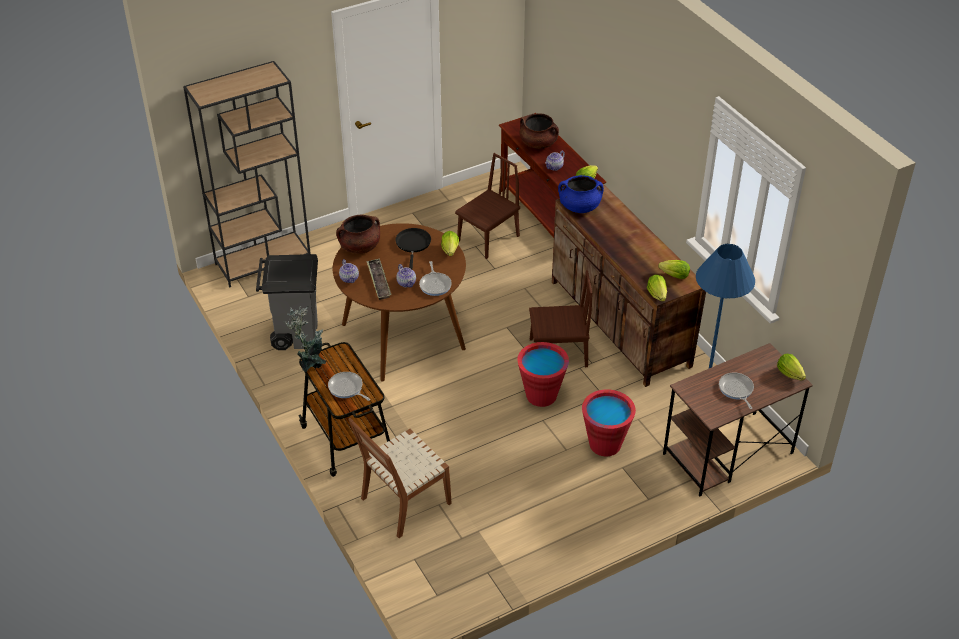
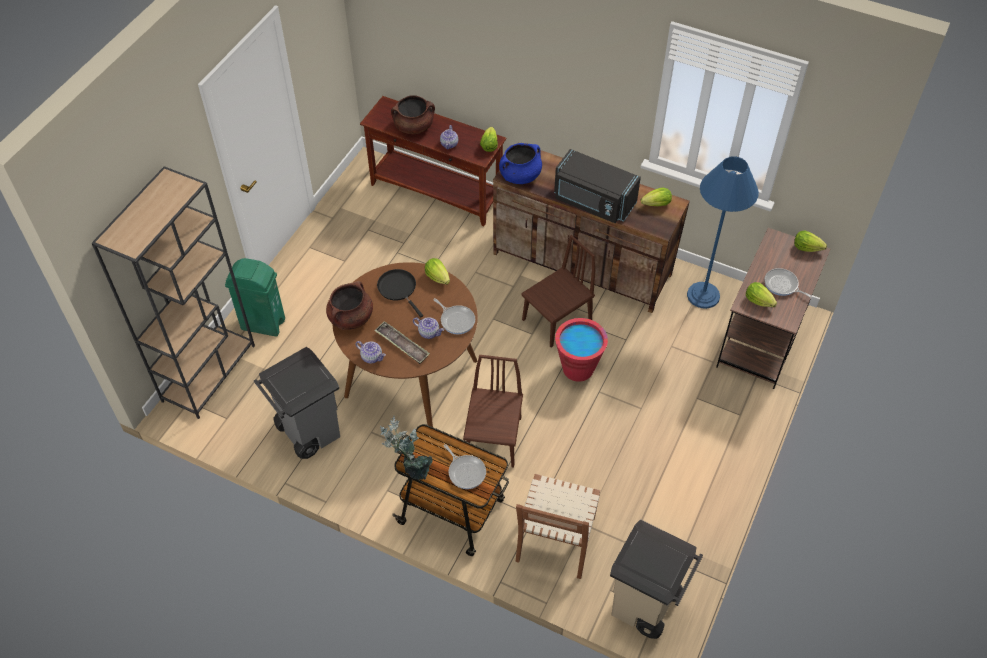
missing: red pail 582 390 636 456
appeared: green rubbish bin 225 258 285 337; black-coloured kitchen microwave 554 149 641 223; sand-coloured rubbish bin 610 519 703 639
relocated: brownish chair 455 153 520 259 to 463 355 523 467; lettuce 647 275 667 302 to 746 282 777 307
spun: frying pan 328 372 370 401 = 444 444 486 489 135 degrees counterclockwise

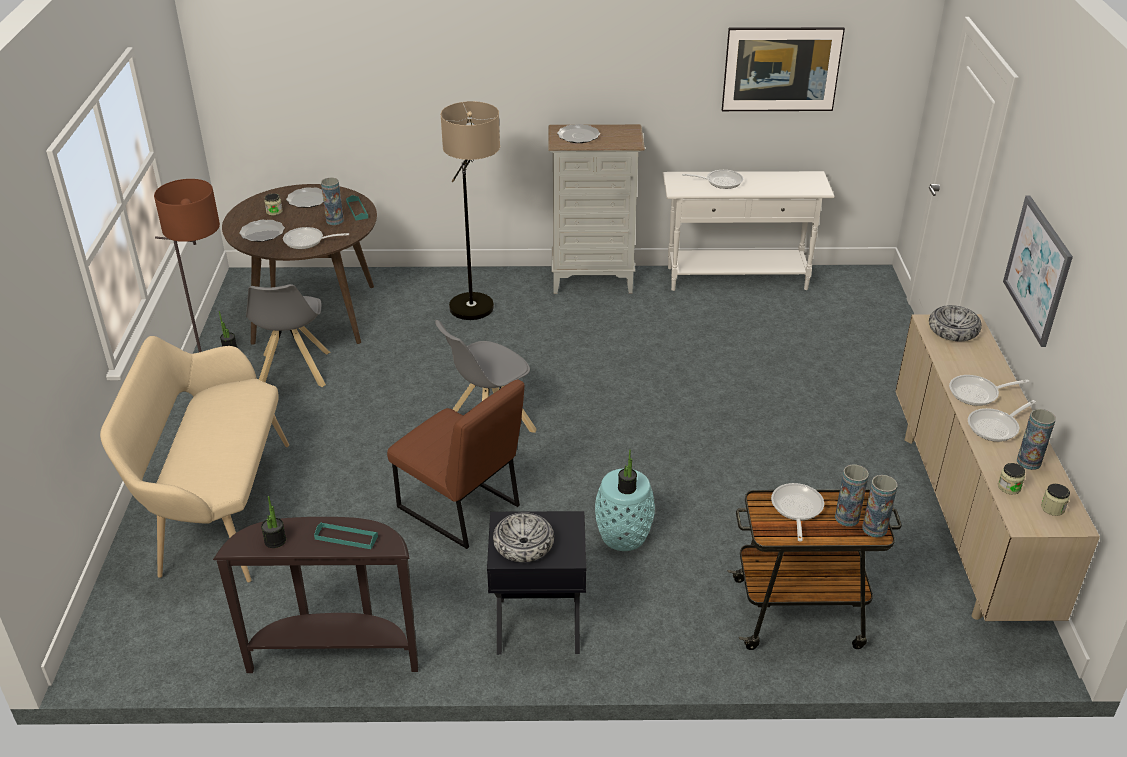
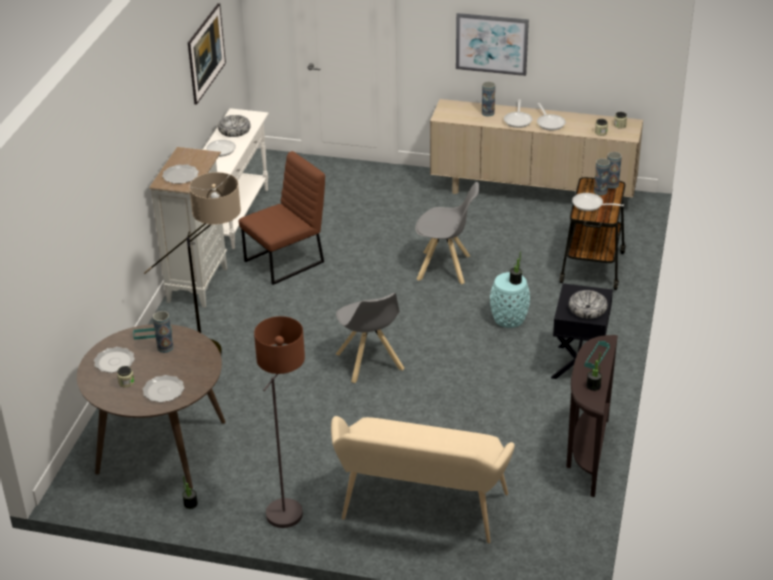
missing: frying pan 283 227 349 249
relocated: gray chair 246 284 330 387 to 415 182 479 285; brownish chair 387 379 524 549 to 239 151 325 285; serving bowl 929 305 982 341 to 218 115 251 137; vase 1017 409 1056 470 to 482 82 495 117

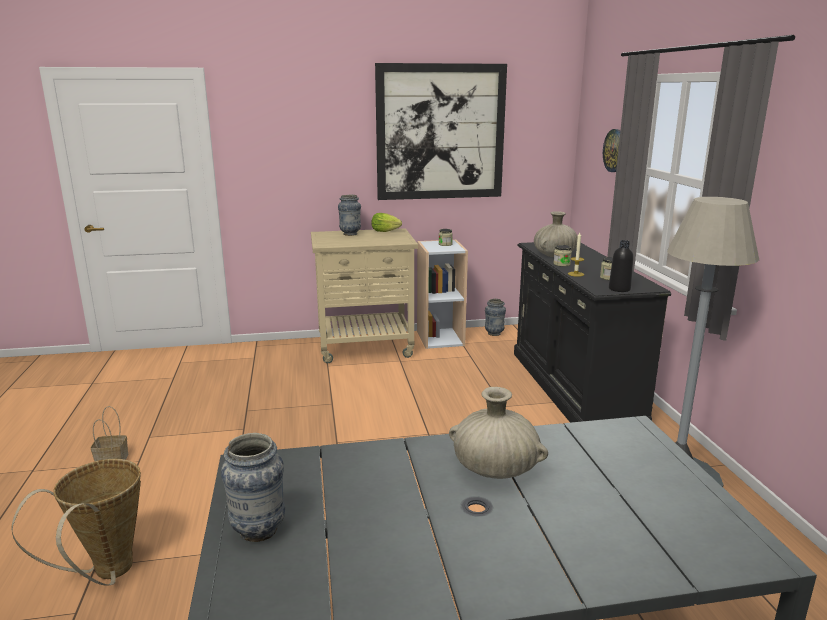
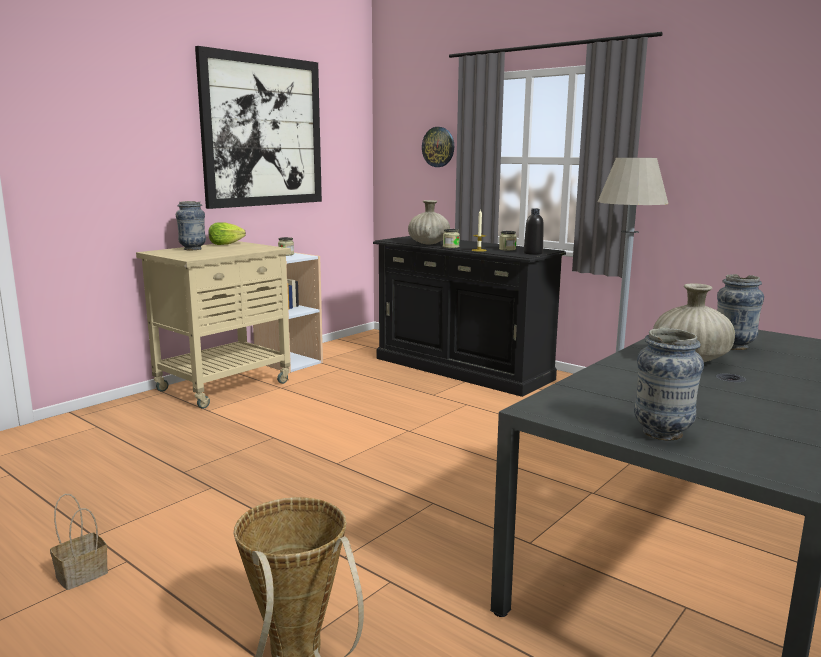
relocated: vase 485 299 506 336 to 717 274 764 350

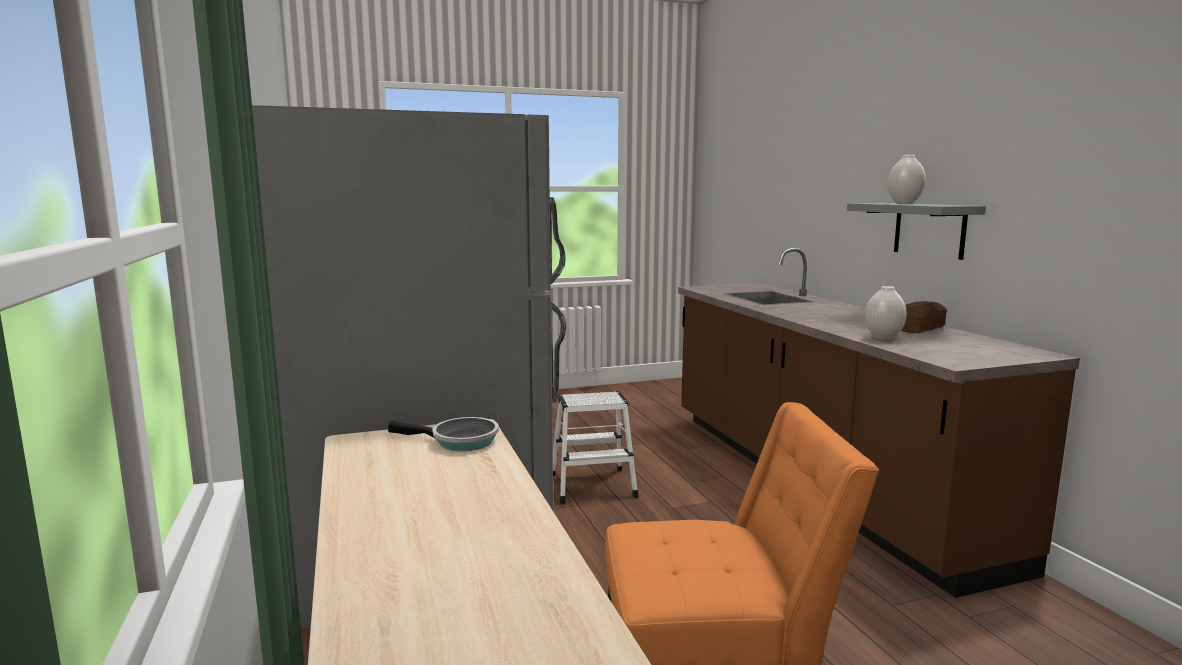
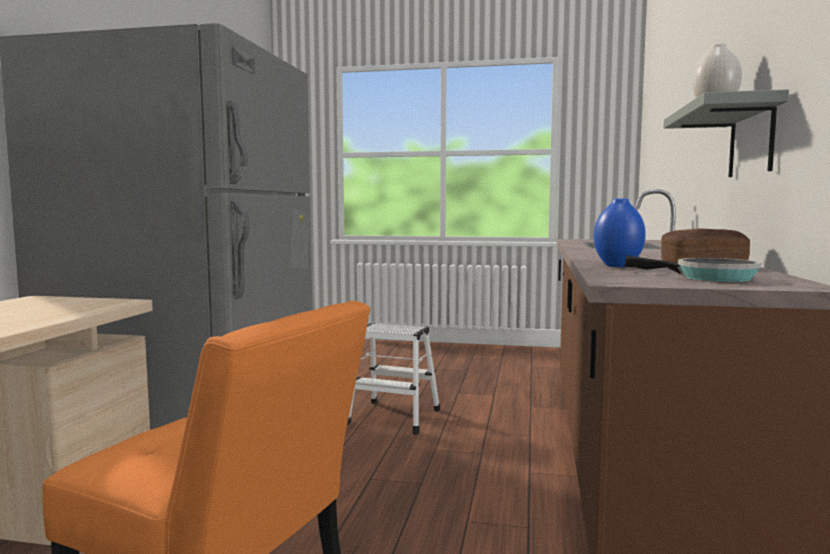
relocated: frying pan 388 417 499 451 to 625 255 761 282
colour: white vase 865 286 907 340 to bluish vase 594 199 646 267

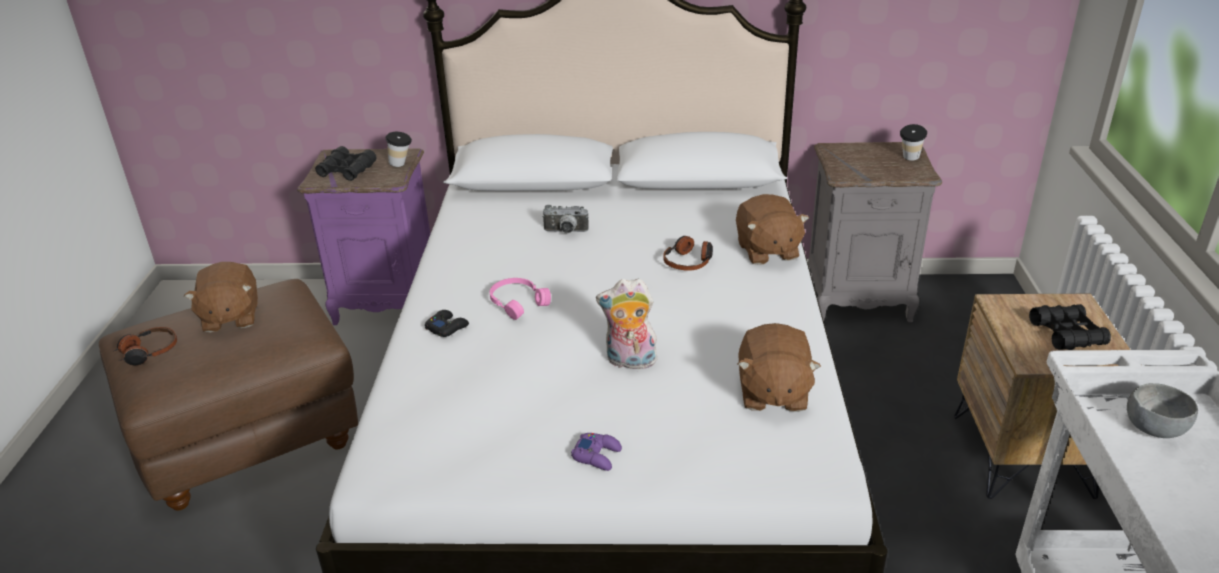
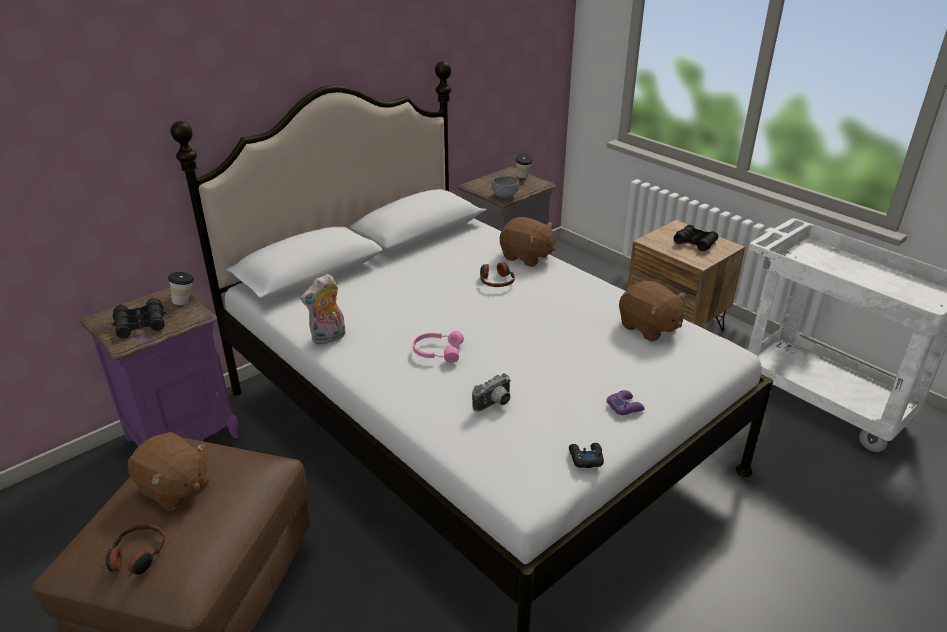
relocated: black-coloured joypad 425 310 469 337 to 569 443 604 468; photo camera 542 205 589 233 to 472 373 511 412; cuddly toy 596 278 657 369 to 300 274 345 344; gray serving bowl 1127 383 1198 438 to 492 176 519 198

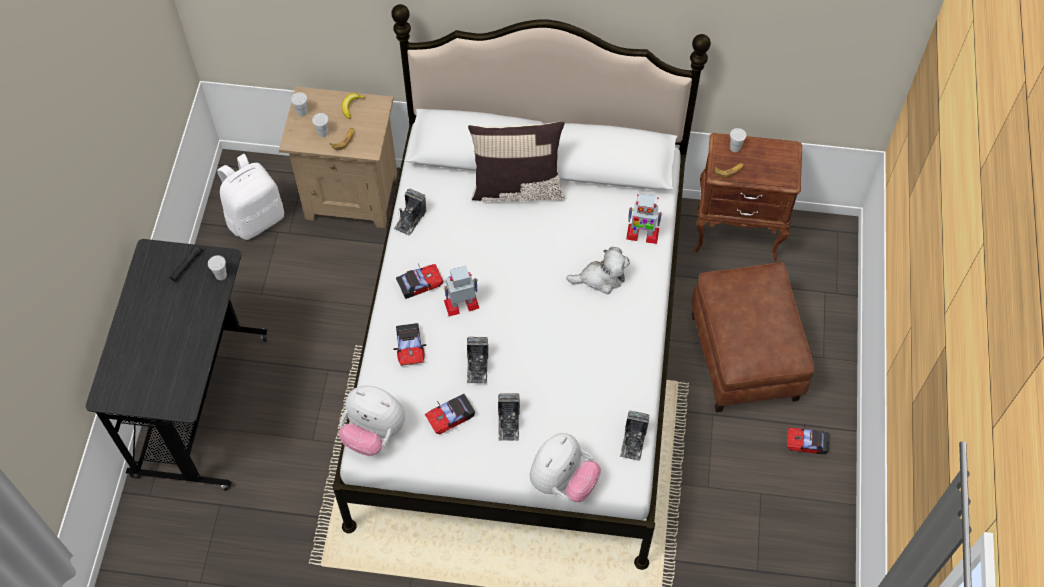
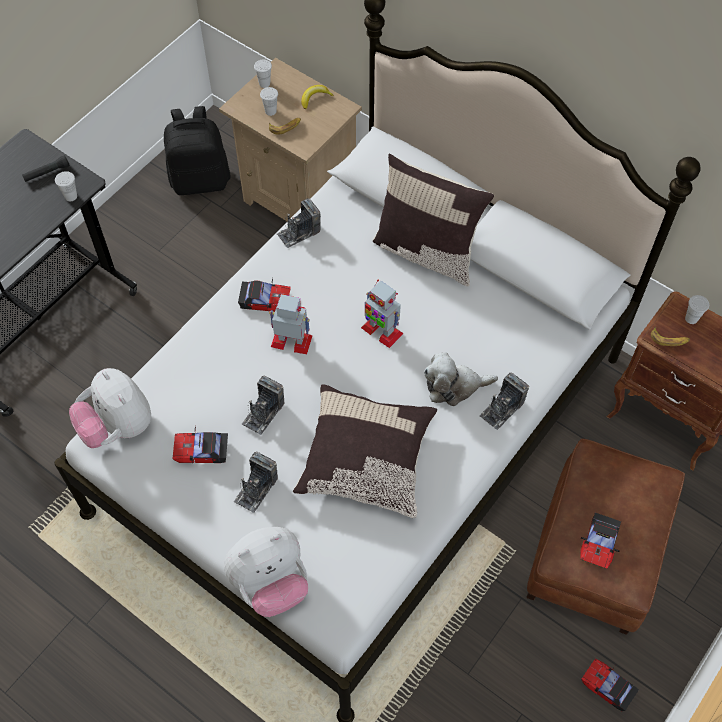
appeared: pillow 293 384 437 518
relocated: miniature car 393 323 426 366 to 581 513 621 569; photo camera 620 411 650 461 to 479 372 529 430; robot figure 626 194 662 244 to 361 280 404 348
colour: white knapsack 217 154 284 240 to black-coloured knapsack 164 106 231 195
spun: cuddly toy 566 247 630 294 = 424 352 498 406 150 degrees clockwise

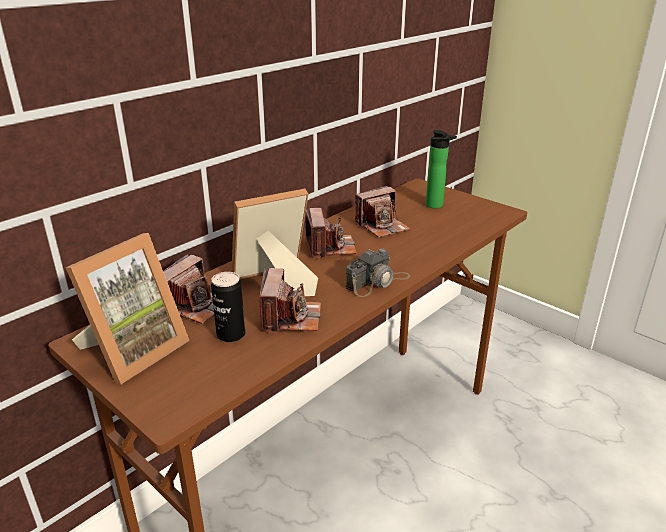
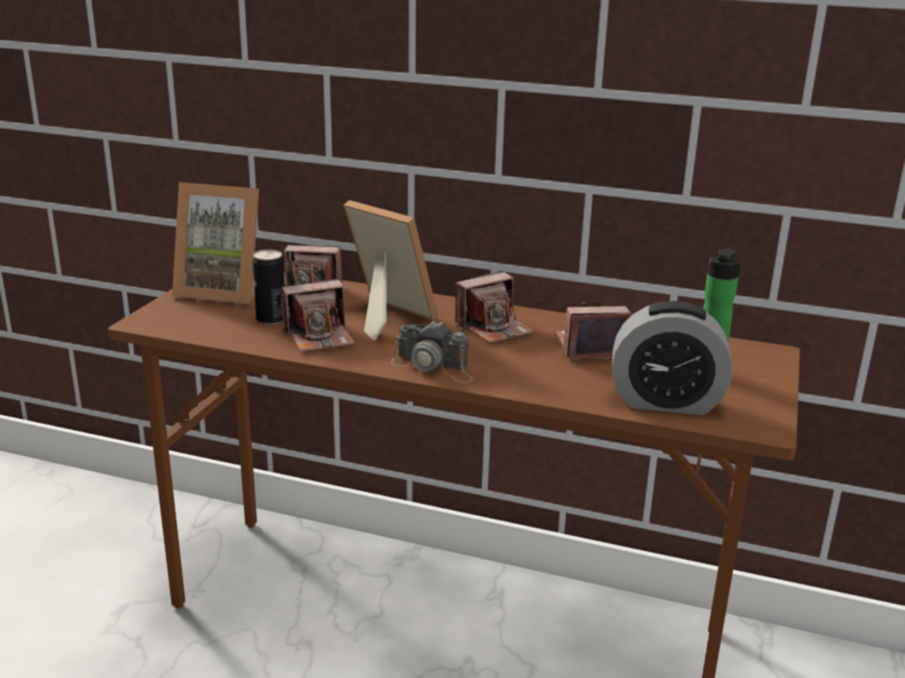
appeared: bedside clock 612 301 732 415
spun: photo camera 355 186 410 237 = 555 302 632 359 135 degrees clockwise

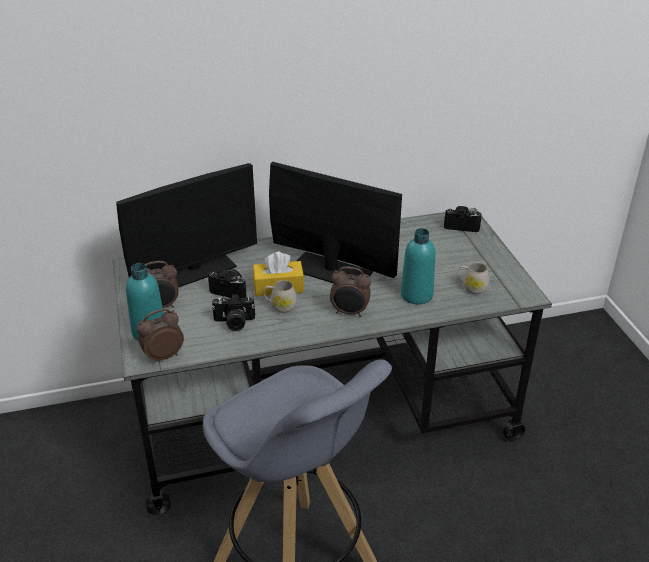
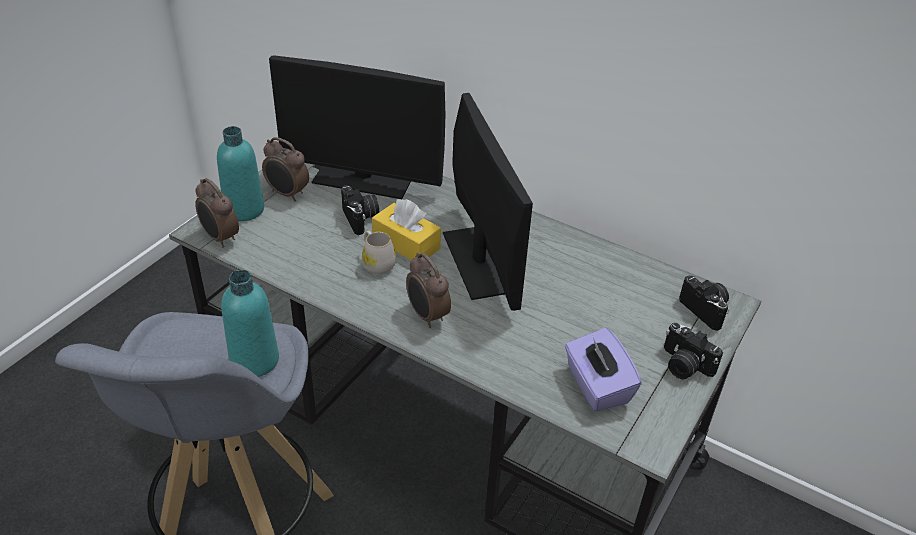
relocated: photo camera 212 294 255 331 to 664 323 723 379; blue-green drink bottle 401 228 436 304 to 221 270 279 377
exchanged: white mug 457 262 489 295 to purple-coloured box of tissues 565 328 642 412
spun: bedside clock 137 308 184 363 = 196 178 239 248 150 degrees counterclockwise

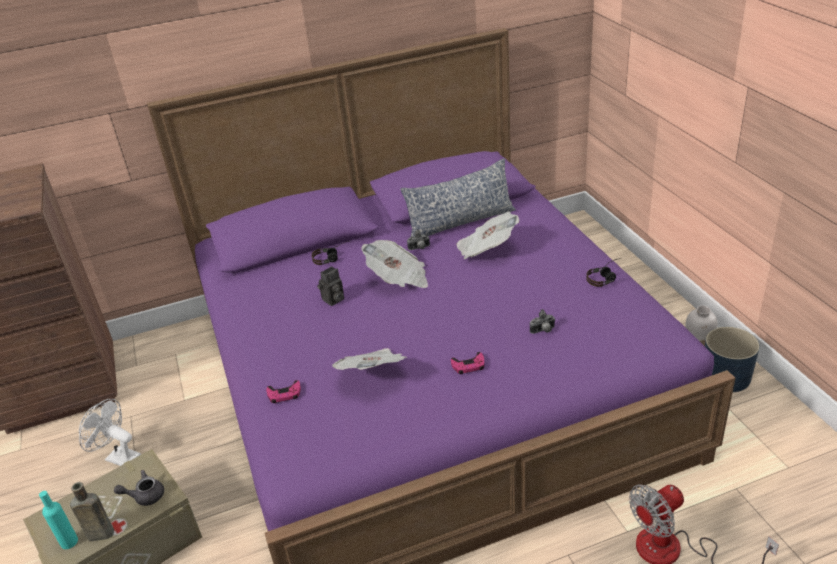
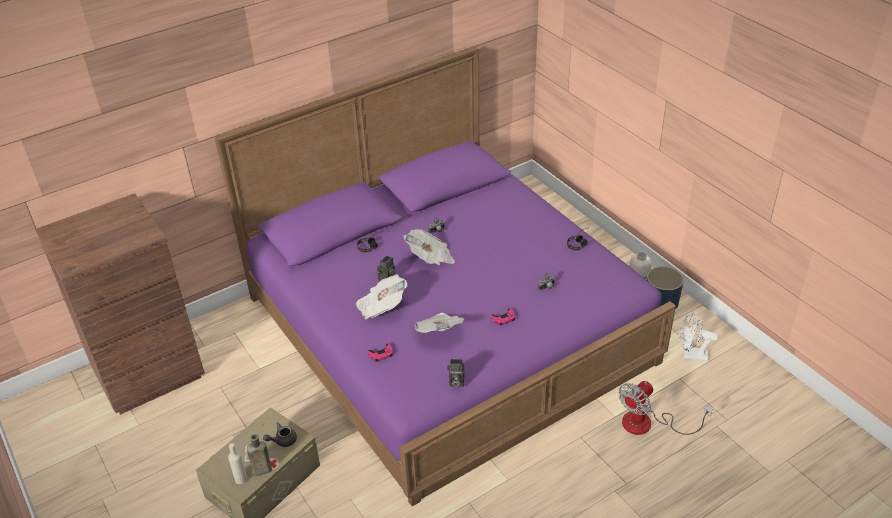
missing: pillow 400 158 516 238
appeared: photo camera 447 359 464 387
relocated: white cooling fan 79 399 141 466 to 679 311 718 361; daily paper 456 212 519 259 to 356 275 407 320
colour: blue-green drink bottle 39 491 78 549 to sand-coloured drink bottle 228 443 247 484

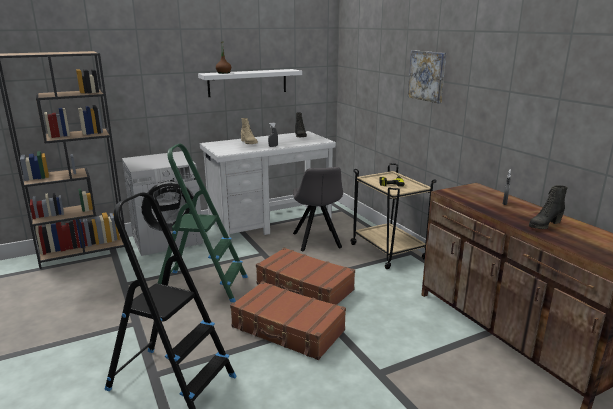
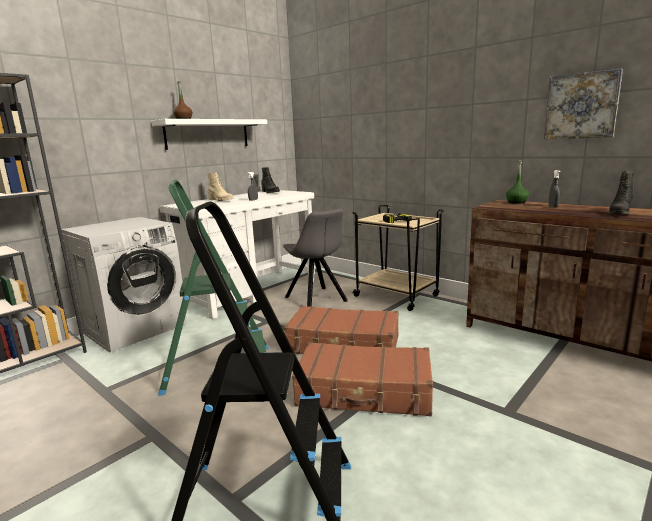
appeared: green drink bottle 506 161 529 204
relocated: wall picture 408 50 446 103 to 544 68 623 139

